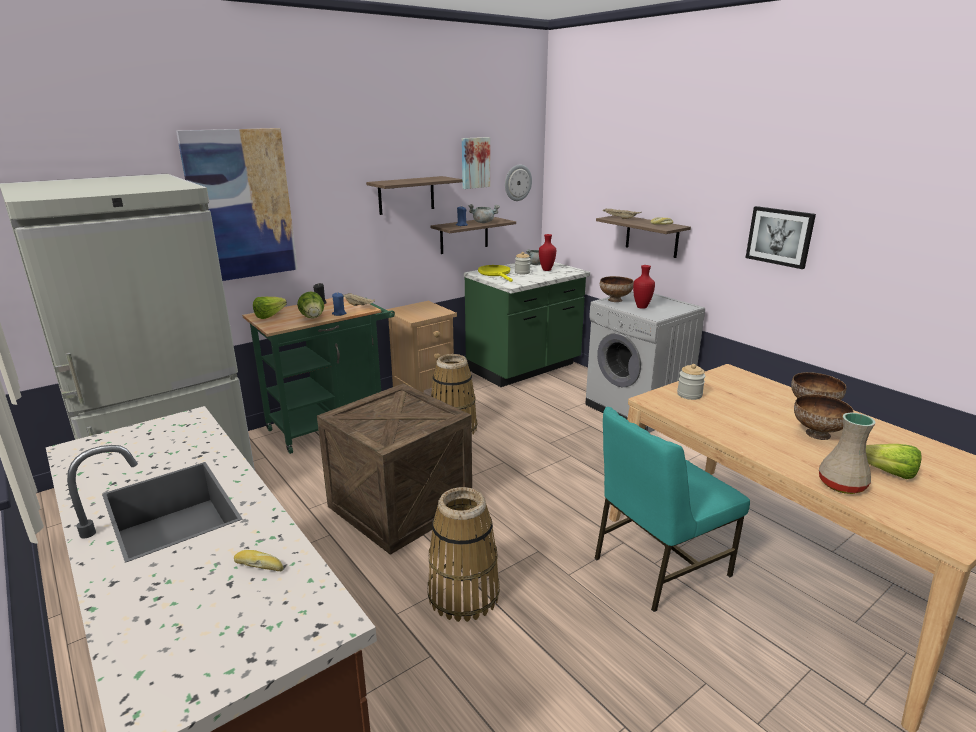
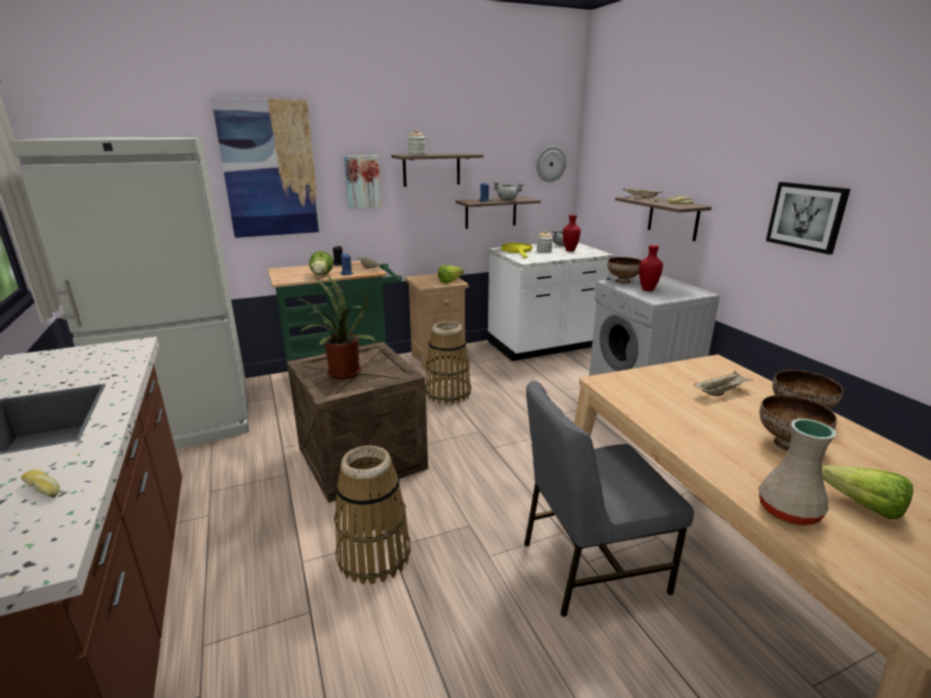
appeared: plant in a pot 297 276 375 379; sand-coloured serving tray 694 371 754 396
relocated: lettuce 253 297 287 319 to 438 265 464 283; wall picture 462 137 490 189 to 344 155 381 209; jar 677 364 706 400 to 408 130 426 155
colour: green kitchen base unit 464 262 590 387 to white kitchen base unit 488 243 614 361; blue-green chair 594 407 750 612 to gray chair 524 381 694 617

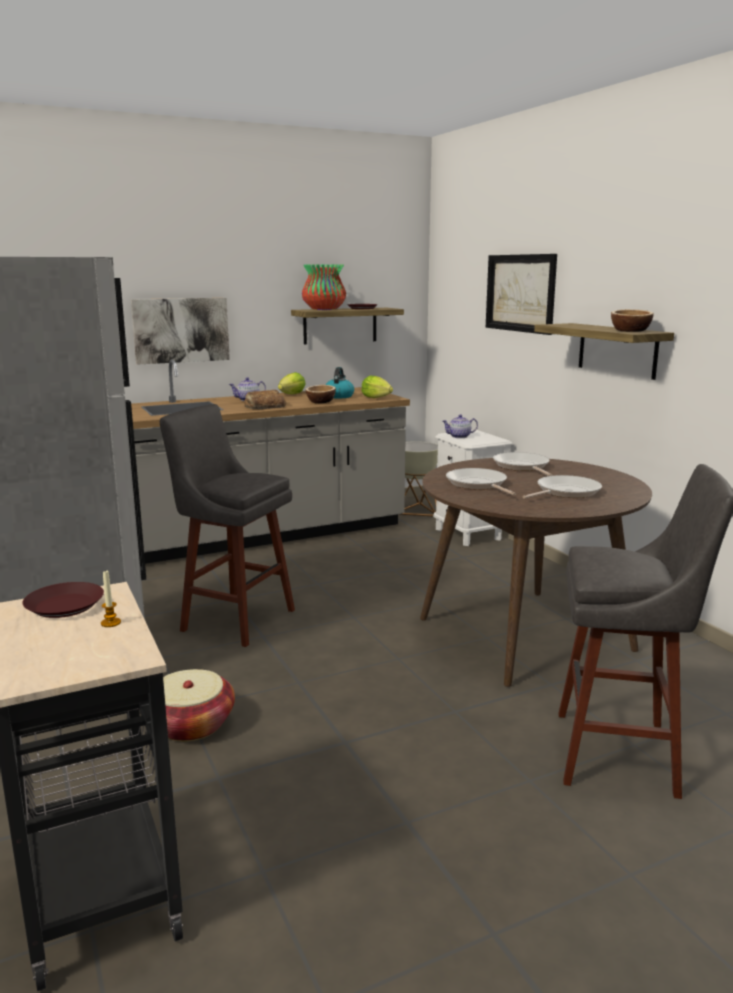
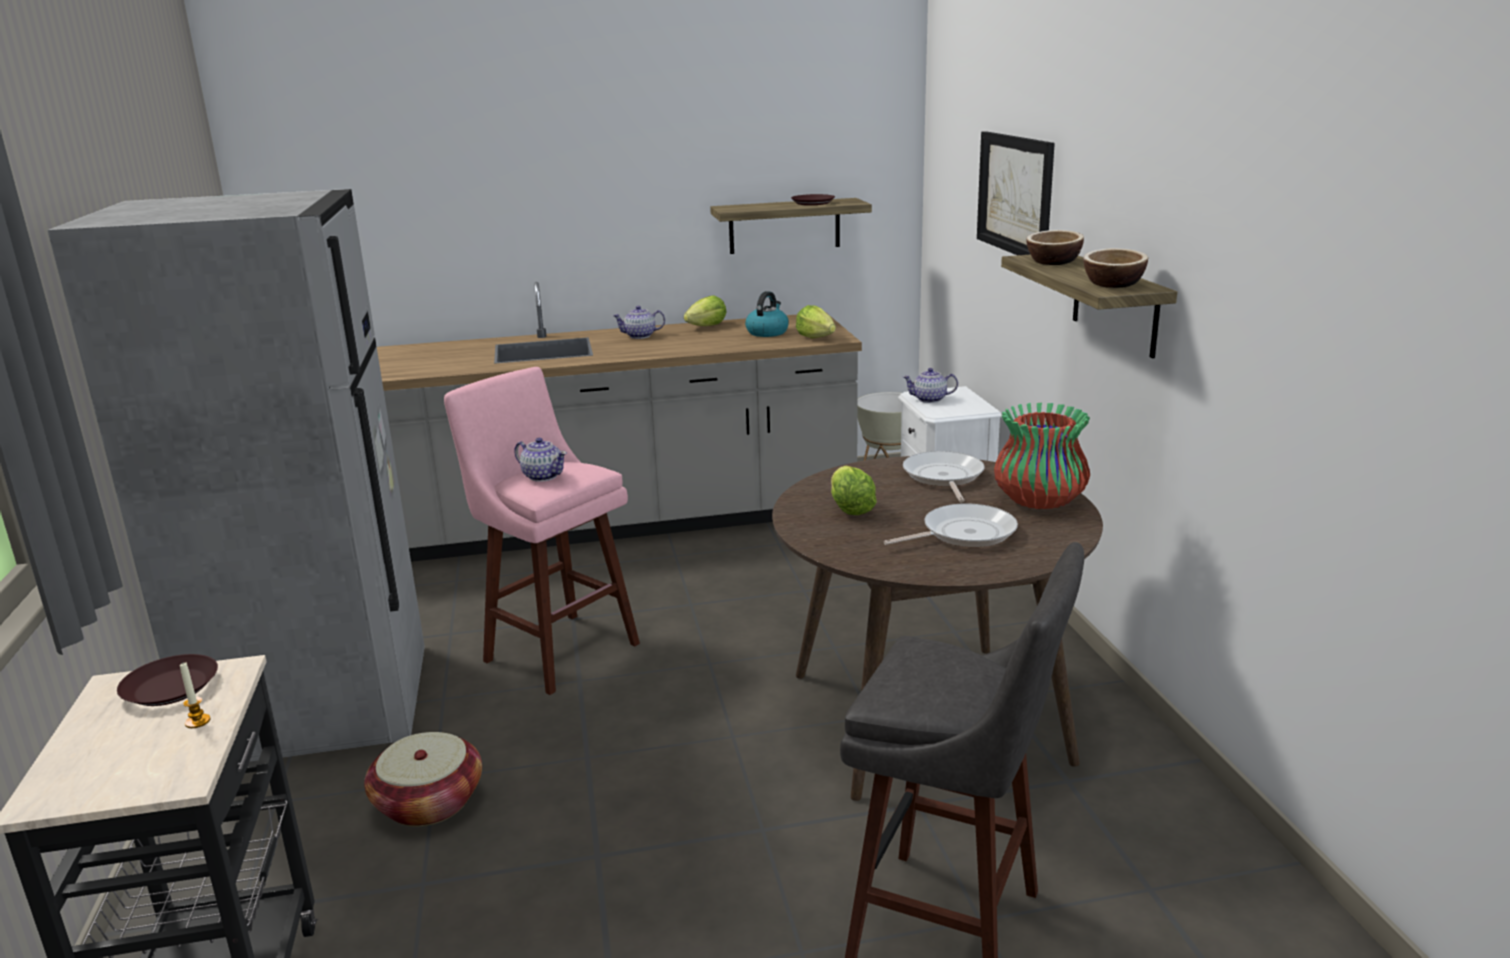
missing: wall picture 131 298 230 365; bread 244 390 286 409
appeared: teapot 514 438 567 482
relocated: vase 302 264 346 310 to 994 402 1090 509; serving bowl 305 385 336 403 to 1026 230 1084 265
exchanged: frying pan 446 468 516 495 to lettuce 831 466 877 515
colour: gray stool 160 404 295 647 to pink stool 444 367 640 695

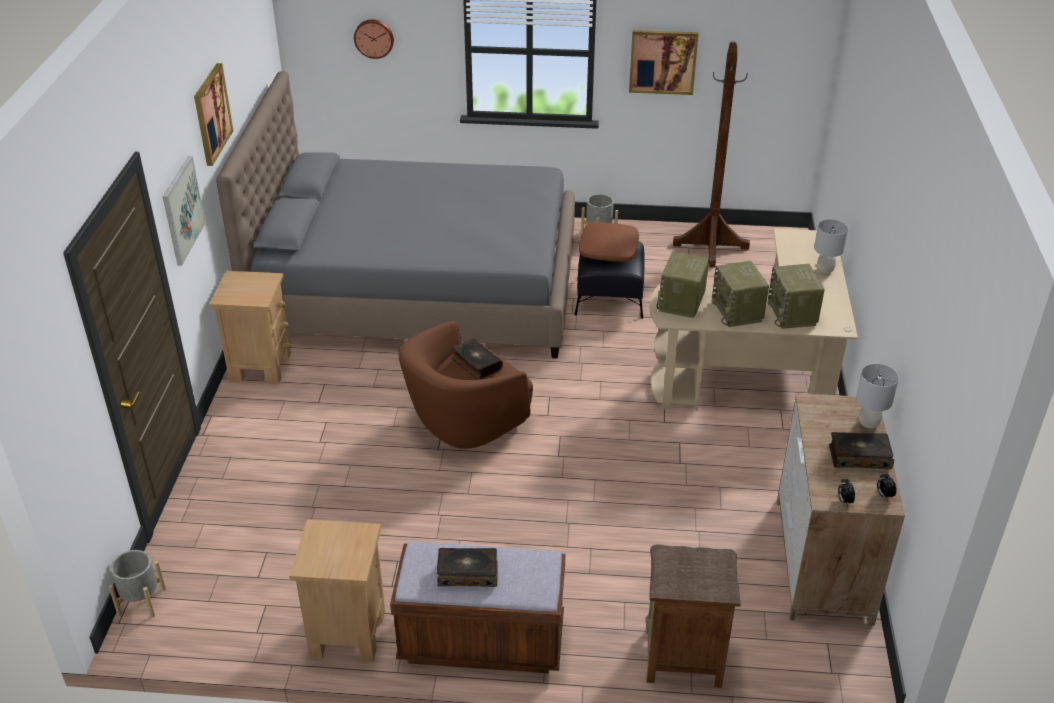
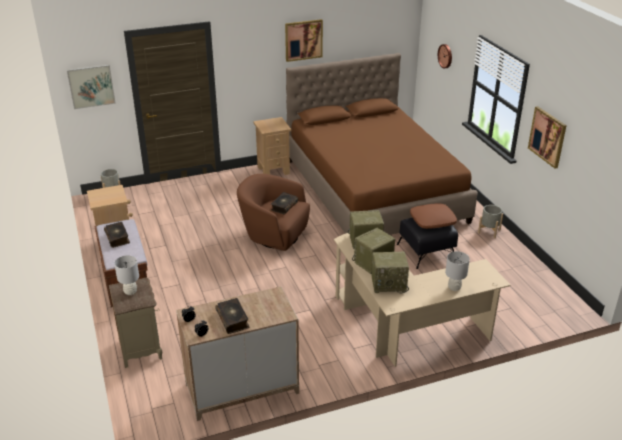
missing: brownish clothes rack 673 42 750 268
relocated: wall picture 163 156 206 266 to 67 65 116 109; gray lamp for a table 856 364 899 429 to 114 255 139 295
colour: gray sleeping bed 216 71 575 358 to brownish sleeping bed 286 53 478 235
spun: radio set 768 264 825 329 = 371 251 409 294 150 degrees counterclockwise

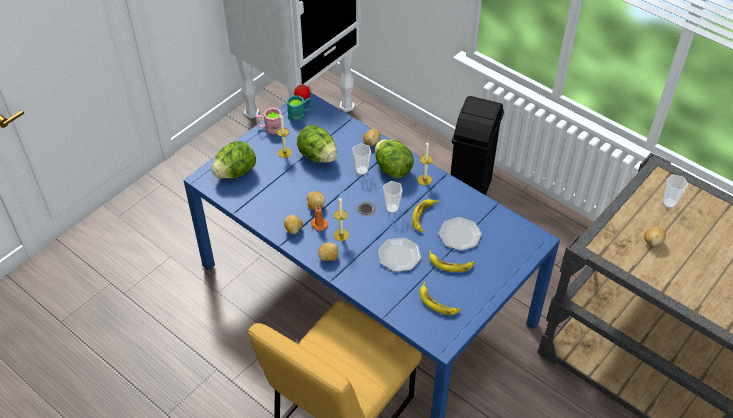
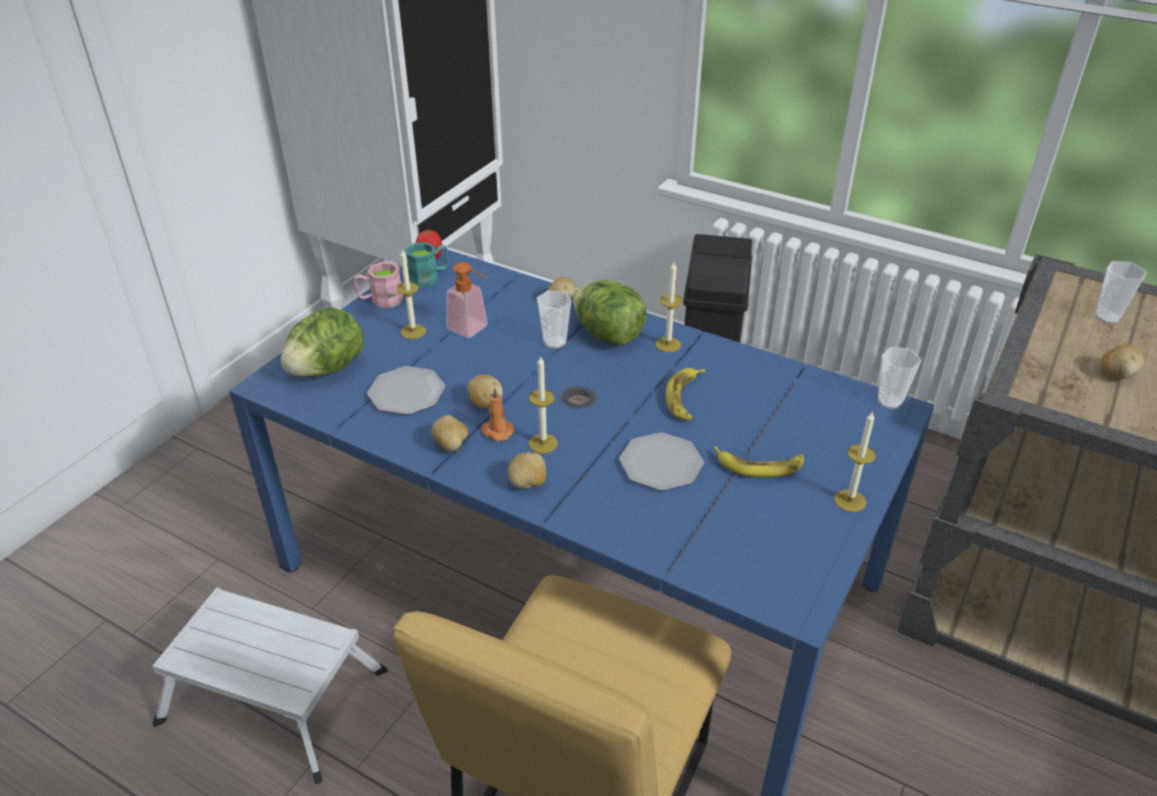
missing: banana 419 282 460 315
appeared: white stepladder 153 587 388 784; candle 834 411 876 512
relocated: cup 383 181 403 213 to 878 347 921 410; dinner plate 438 217 482 251 to 367 366 445 415
exchanged: lettuce 297 125 337 163 to liquid soap bottle 446 262 488 338

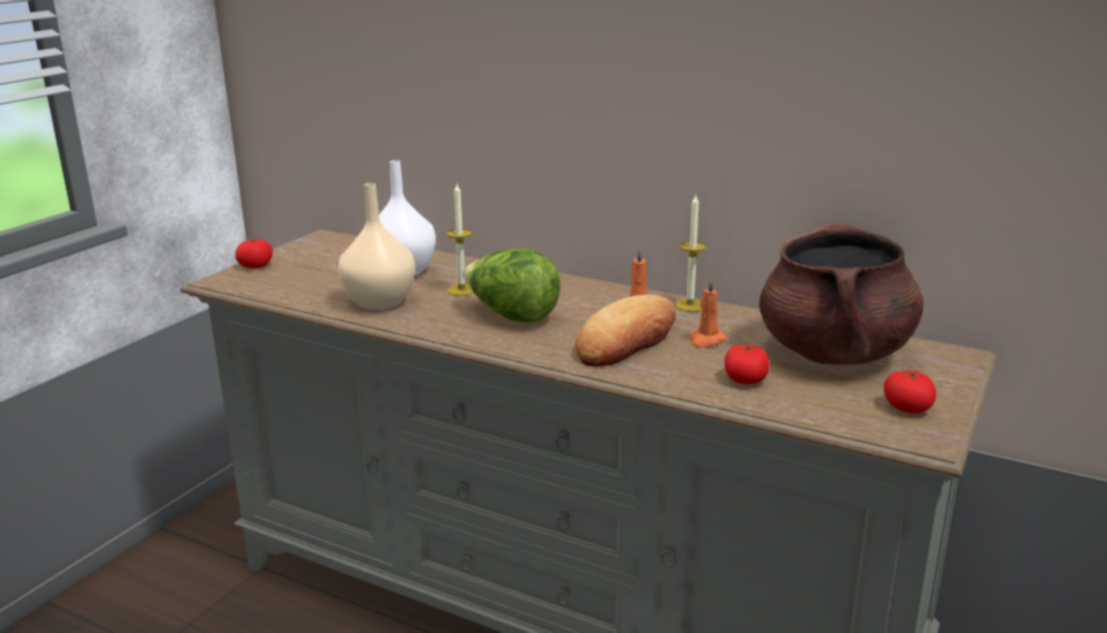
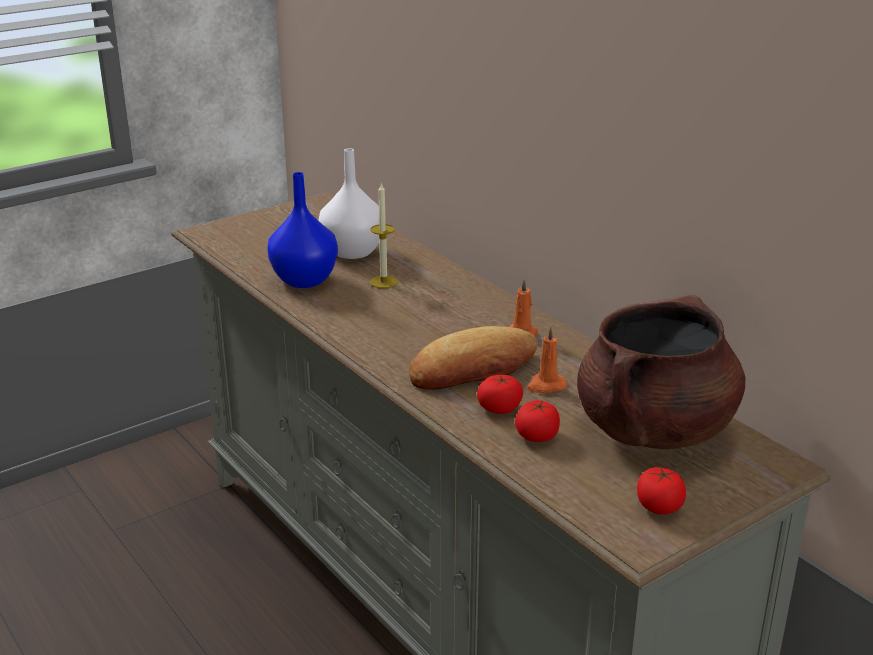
missing: lettuce 463 249 561 323; candle 675 195 707 311
relocated: fresh tomato 235 239 273 268 to 477 375 523 414
colour: sand-coloured vase 338 183 415 310 to bluish vase 267 172 338 288

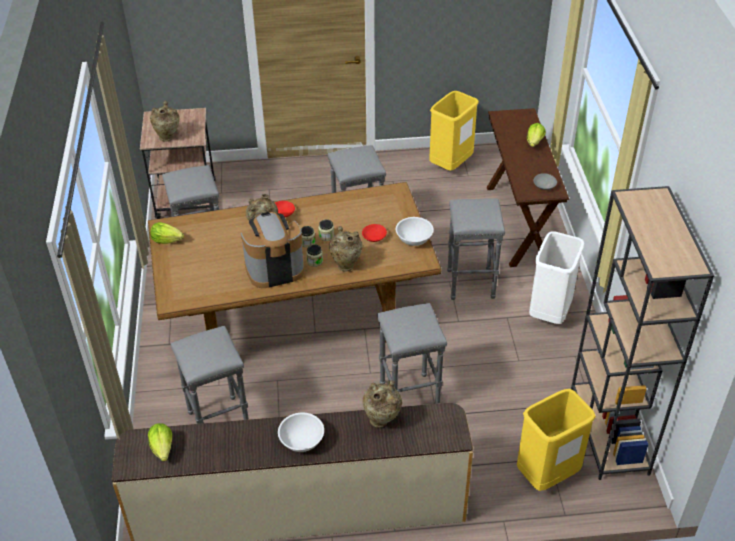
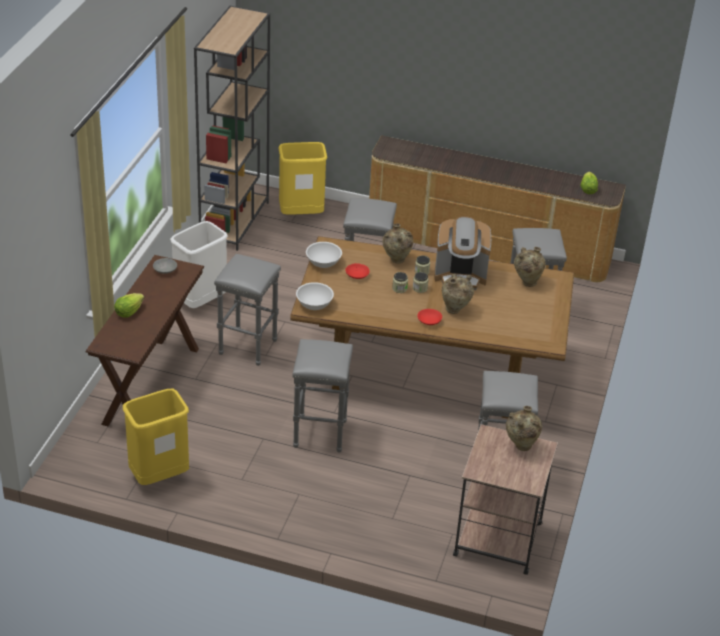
missing: lettuce 150 222 184 244
relocated: white serving bowl 278 412 324 452 to 296 282 334 310; sand-coloured vase 363 380 402 428 to 514 247 546 287

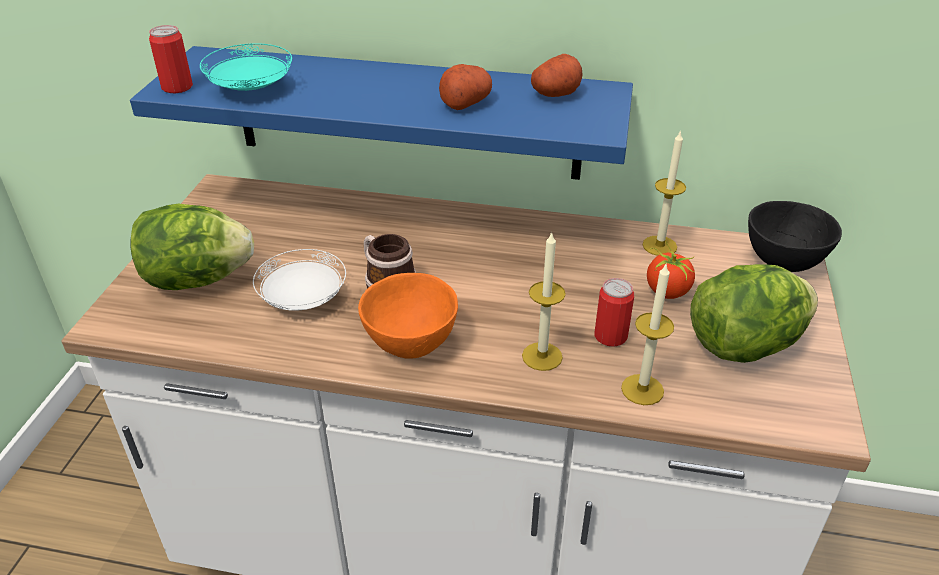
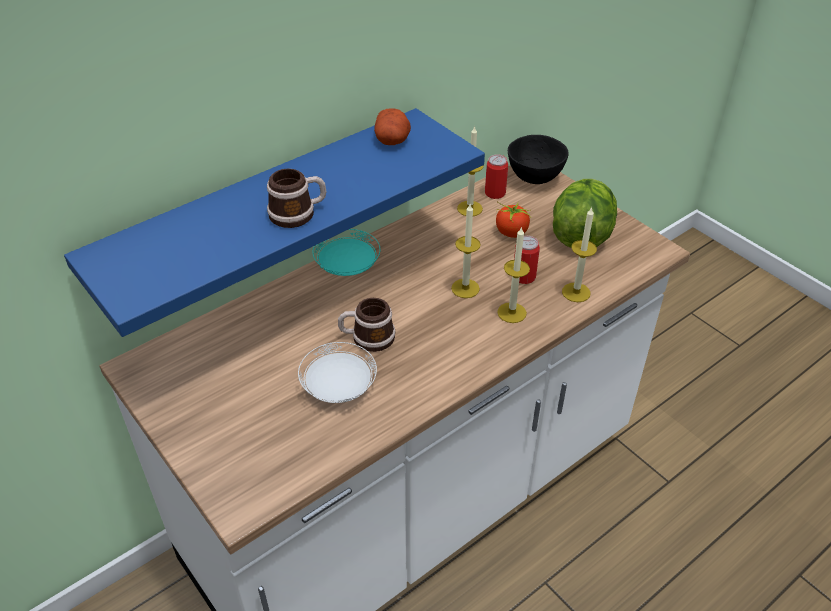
missing: lettuce 131 204 254 290; orange-coloured serving bowl 358 273 458 359; potato 439 64 492 110
appeared: mug 267 168 326 228; candle 451 204 481 298
relocated: sealed can 149 25 193 93 to 485 154 508 199; blue-green dinner plate 200 43 292 91 to 313 229 380 276

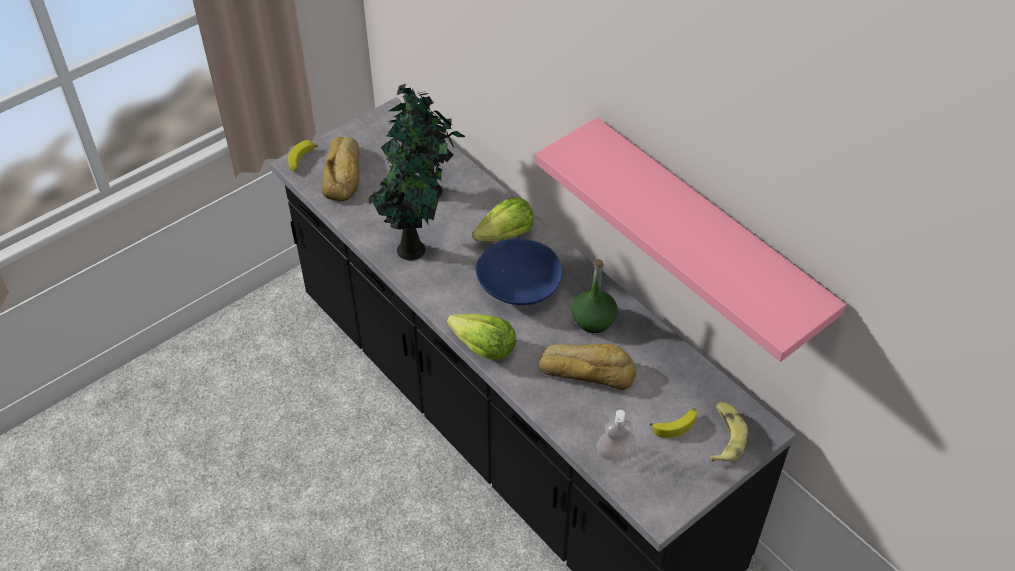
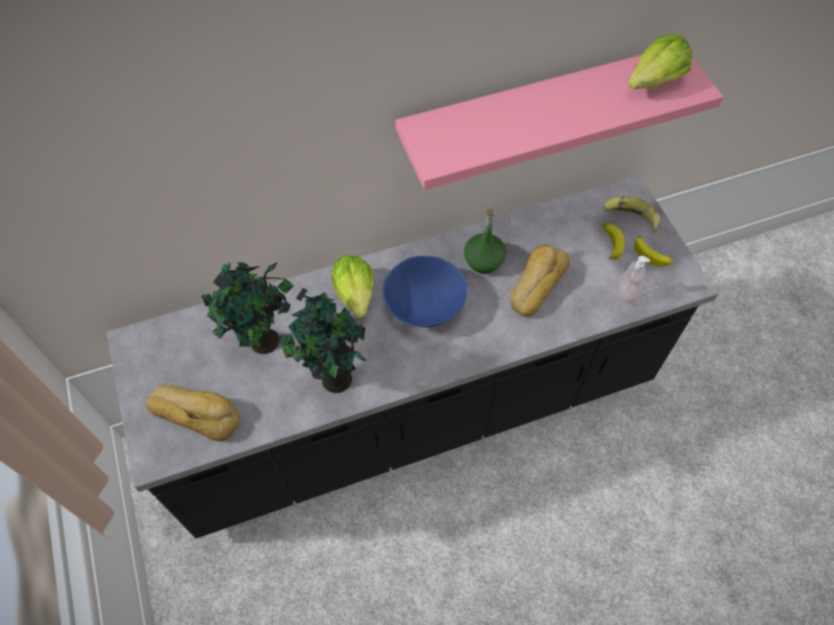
relocated: banana 288 140 317 171 to 634 236 674 267; lettuce 447 314 516 359 to 628 35 692 89

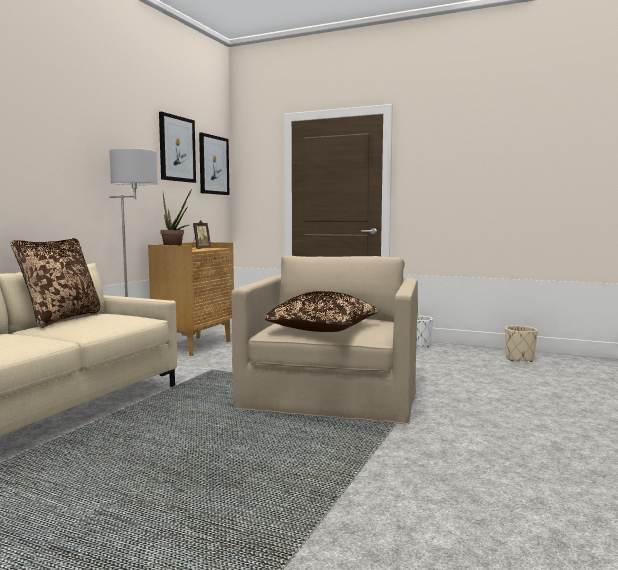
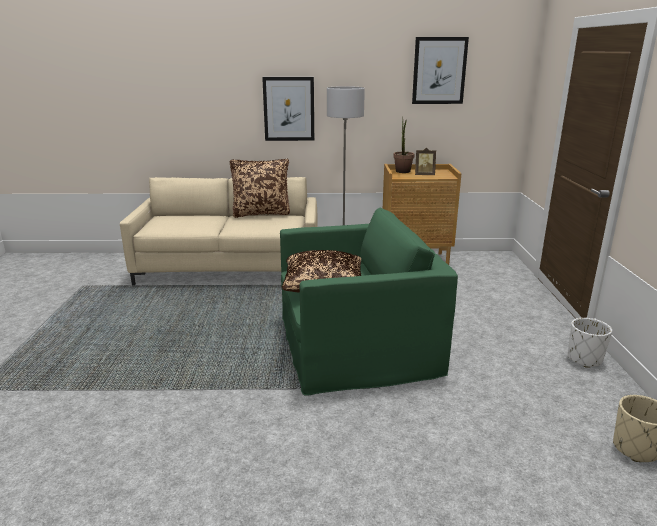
relocated: wall picture 199 132 230 195 to 262 77 314 141
colour: sand-coloured armchair 231 255 418 424 to green armchair 280 208 458 396

